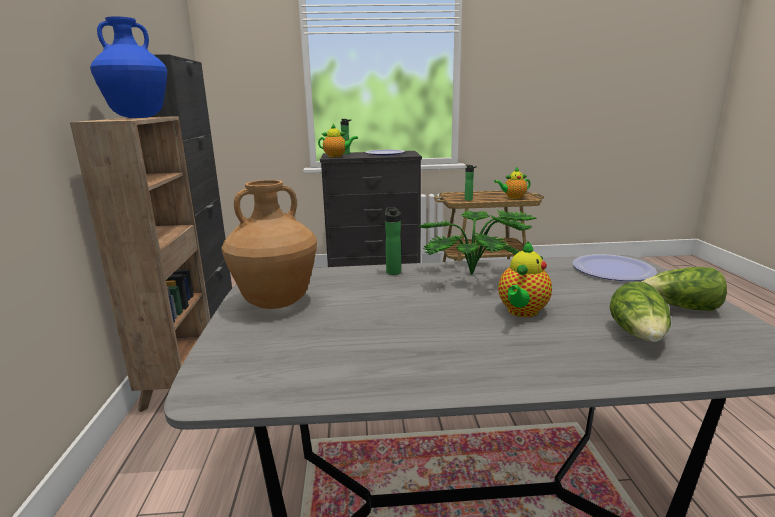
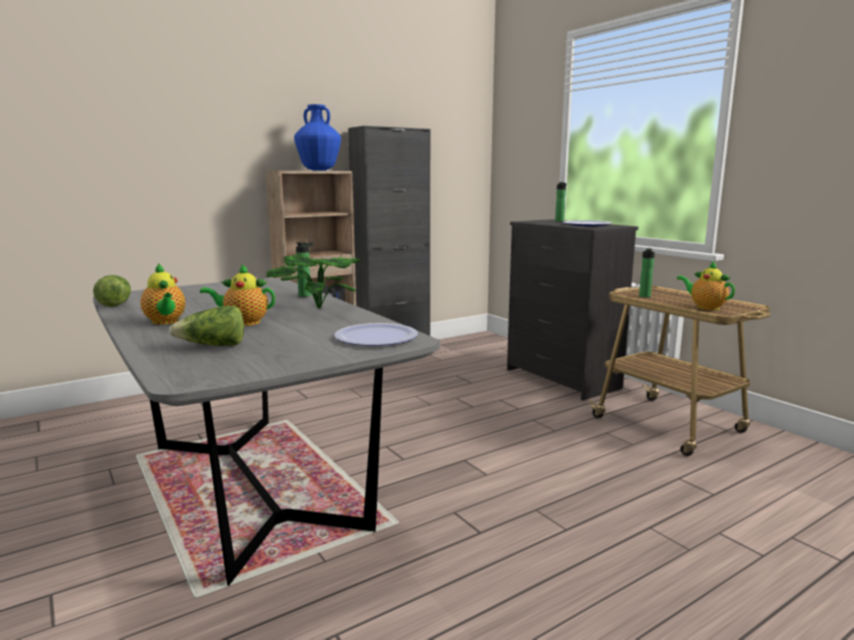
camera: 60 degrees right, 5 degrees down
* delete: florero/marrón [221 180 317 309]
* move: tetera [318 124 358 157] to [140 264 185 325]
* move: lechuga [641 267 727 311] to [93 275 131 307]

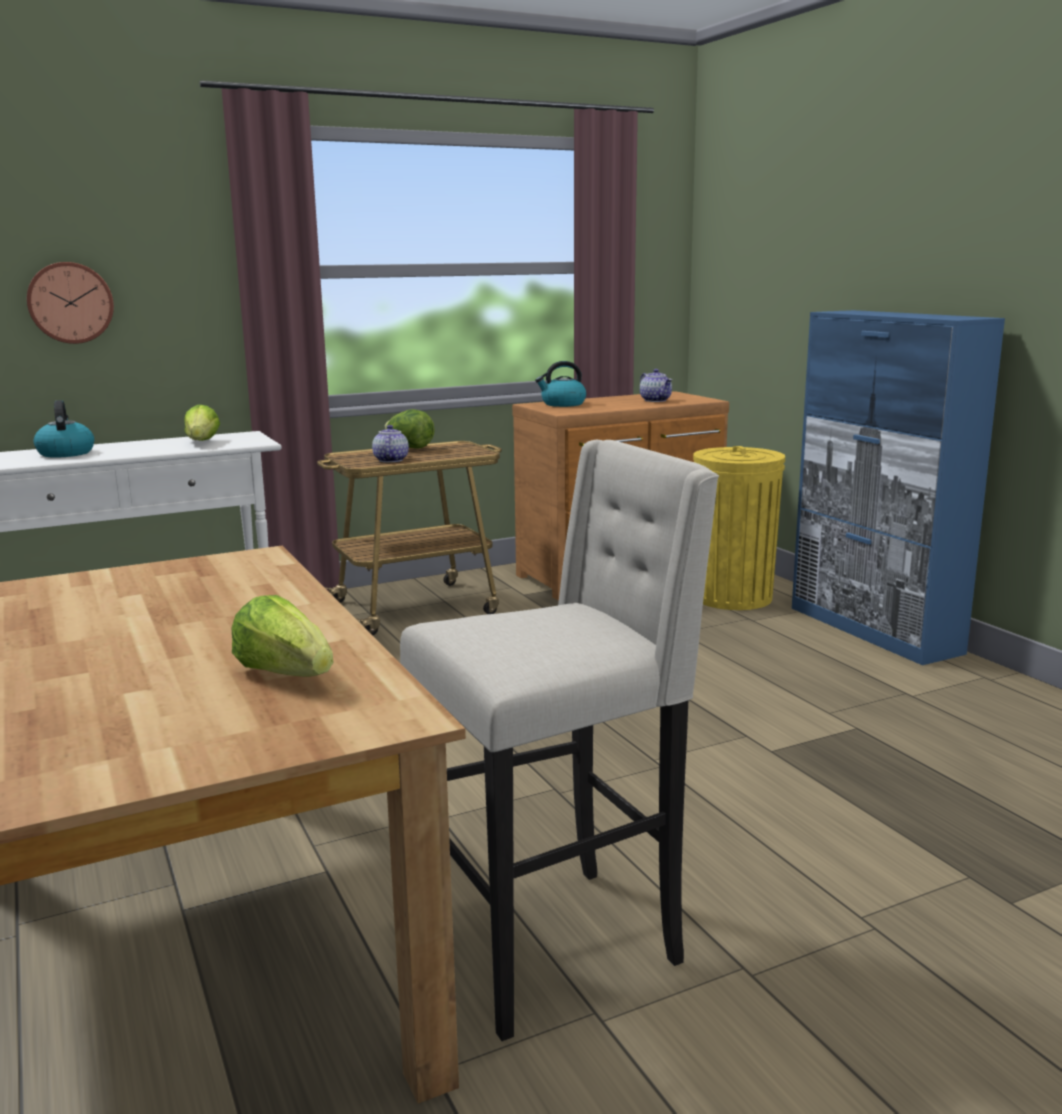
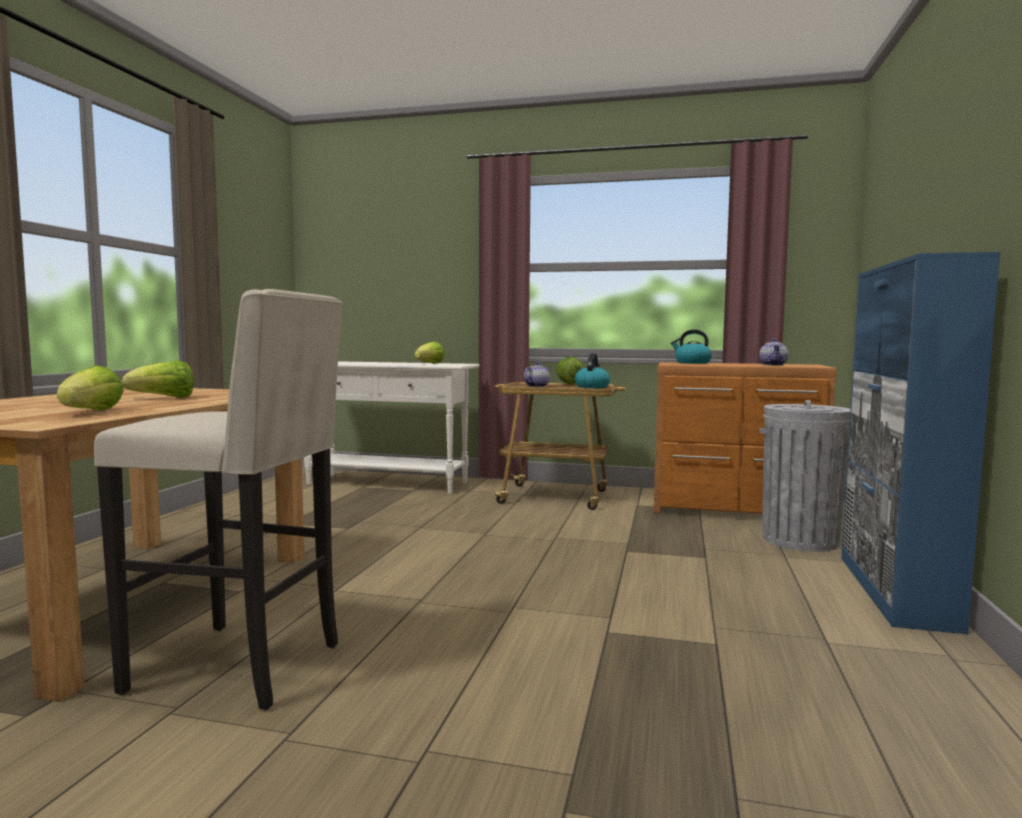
camera: 40 degrees right, 10 degrees down
* delete: reloj de pared [27 262 114 344]
* move: hervidor [33 400 94 458] to [575 353 610 388]
* recolor: papelera/amarillo [693 446 785 610] to papelera/gris [759 400 851 552]
* insert: lechuga [122 361 194 398]

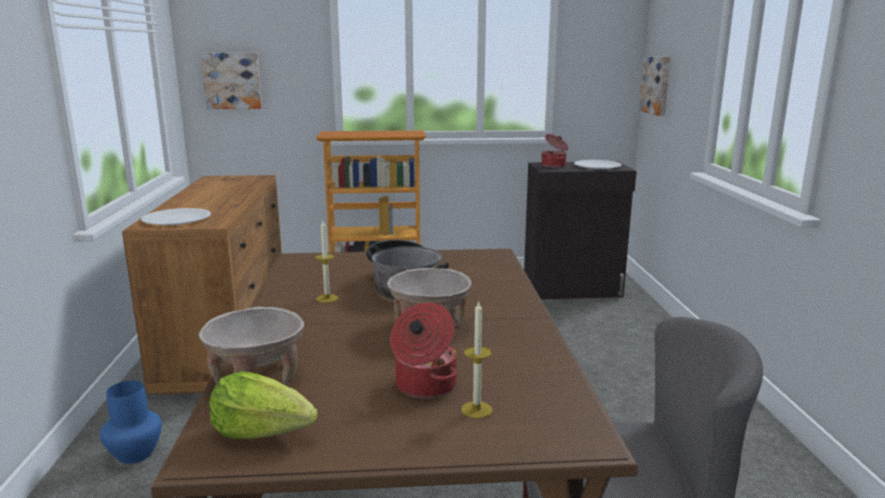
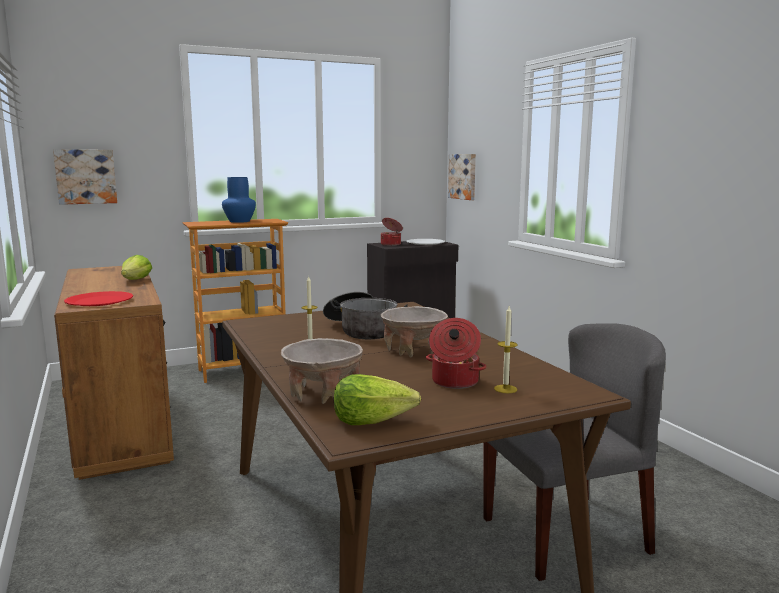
camera: 20 degrees left, 5 degrees down
* move: florero/azul [100 381 162 464] to [222 177 256 223]
* recolor: plato/blanco [141 208 211 225] to plato/rojo [64 291 133 306]
* insert: lechuga [121 255 152 280]

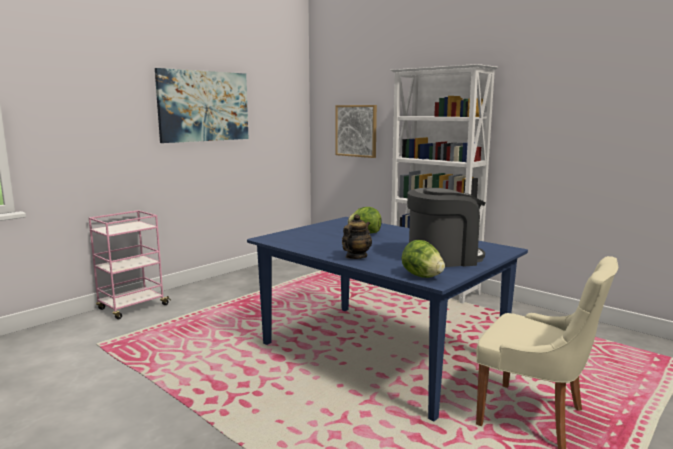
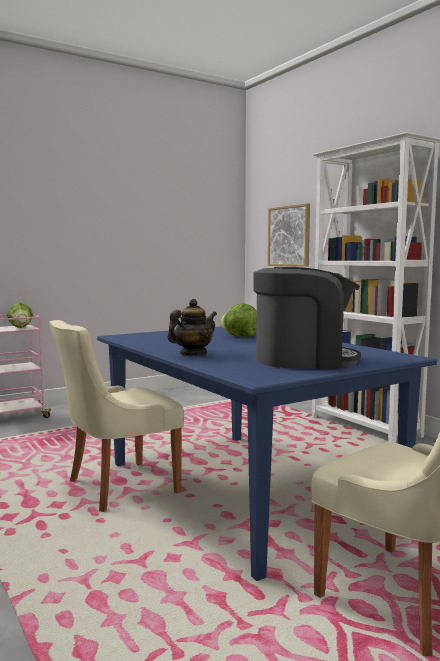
camera: 15 degrees right, 5 degrees down
* delete: cuadro [155 68 249 143]
* move: lechuga [402 240 445 278] to [7 302 33 328]
* insert: silla/beis [49 320 184 512]

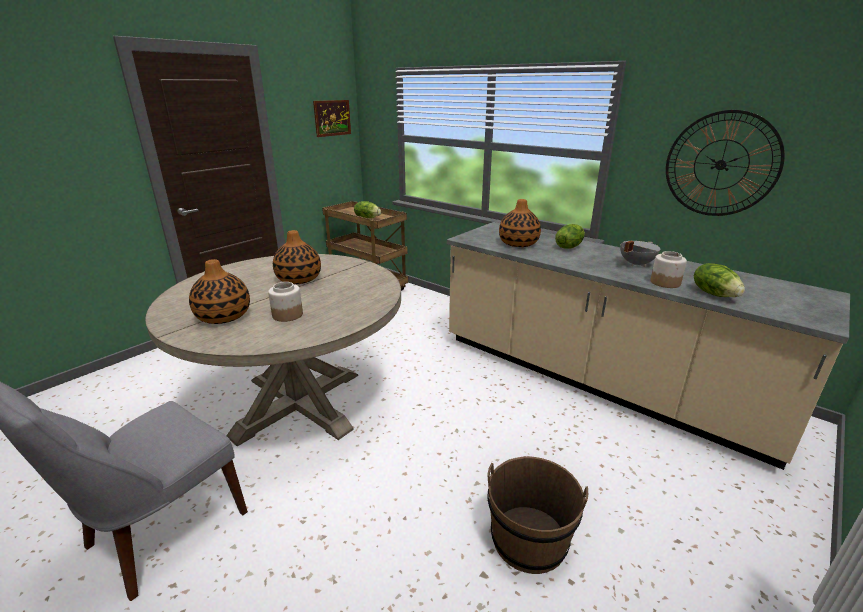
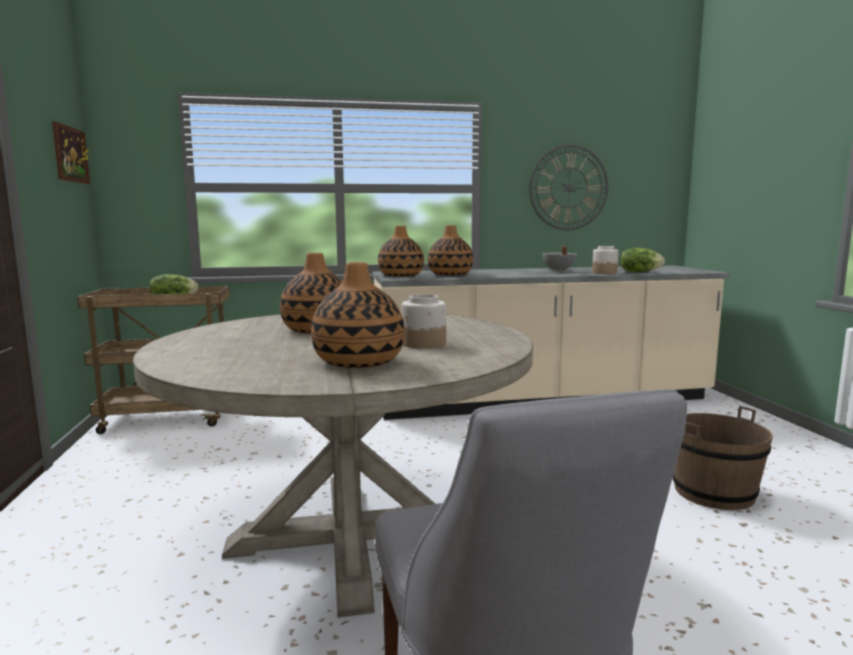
camera: 50 degrees left, 15 degrees down
* delete: lechuga [555 224 585 249]
* insert: florero [378 226 424 277]

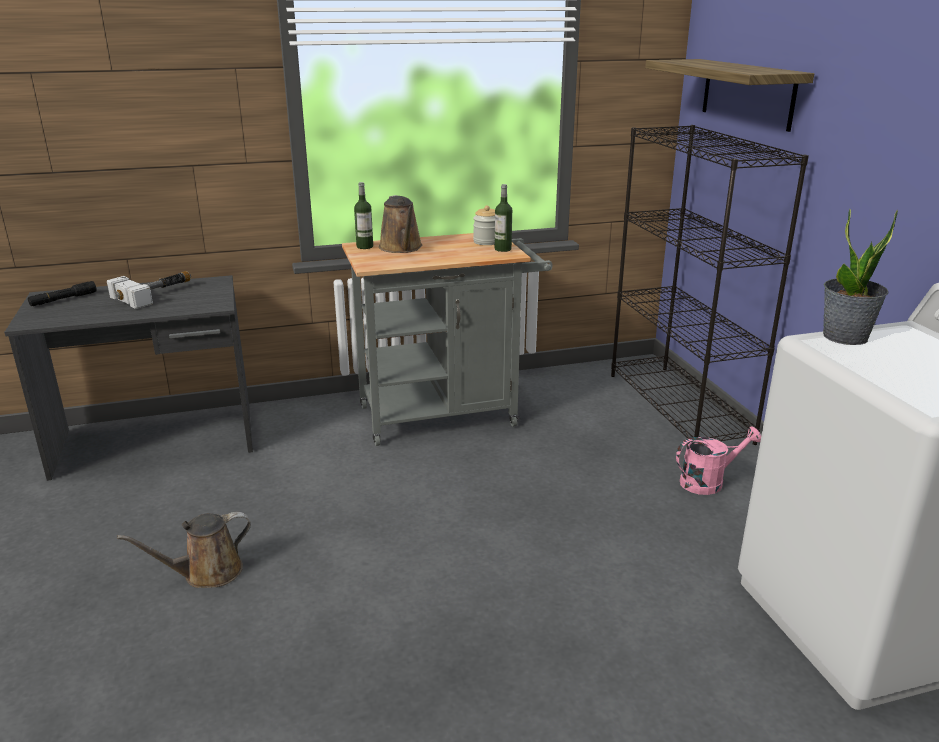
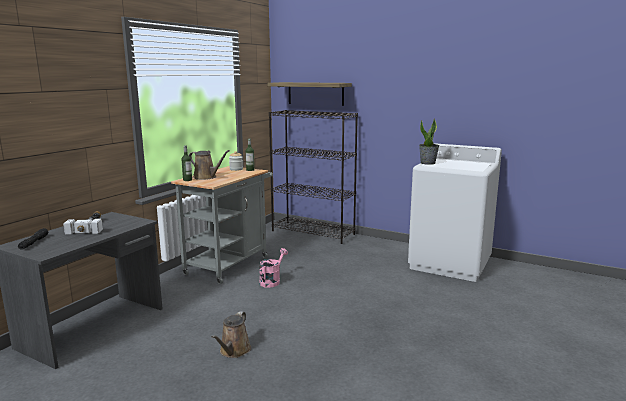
camera: 45 degrees left, 10 degrees down
* move: regadera/rosa [676 426 761 495] to [259 248 288 288]

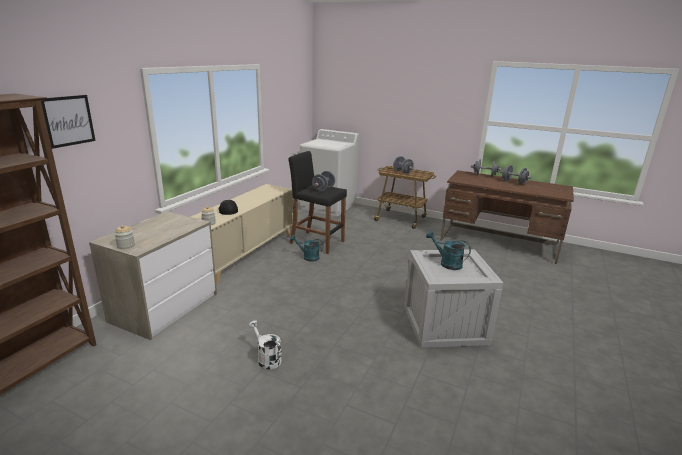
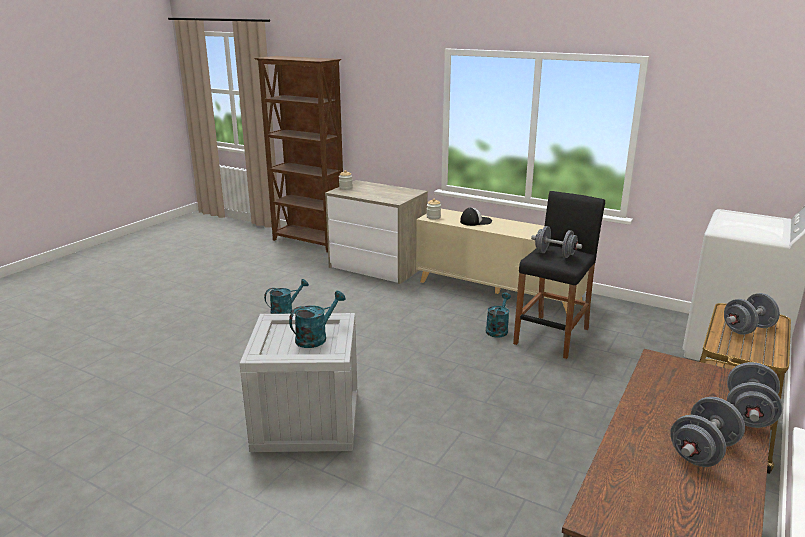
camera: 95 degrees right, 0 degrees up
* delete: cuadro [41 95 95 149]
* recolor: regadera/blanco [248 320 282 369] to regadera/turquesa [264 279 309 314]

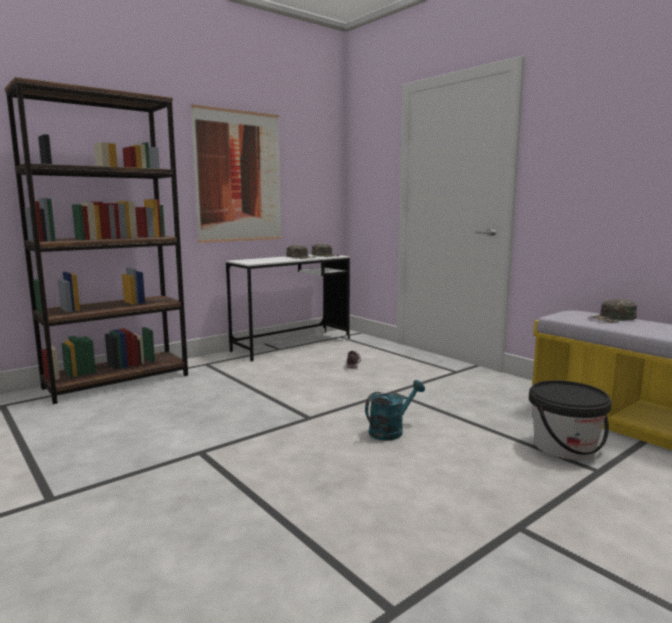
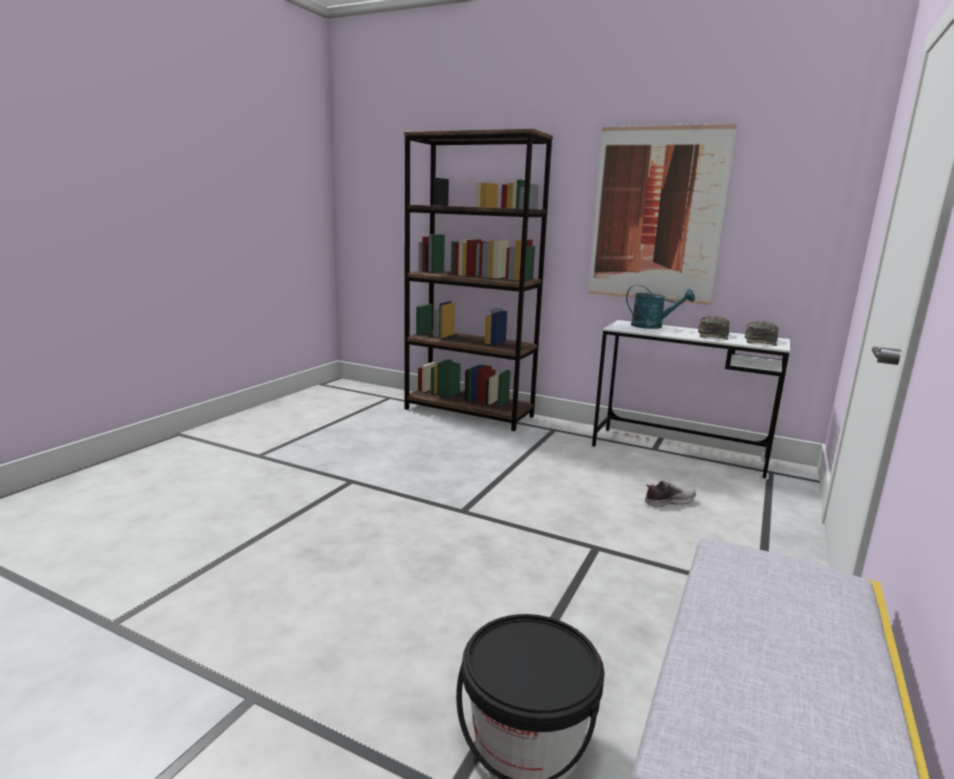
camera: 65 degrees right, 5 degrees up
* move: regadera/turquesa [365 380 425 441] to [626 285 695 329]
* delete: gorra/verde [591 299 637 322]

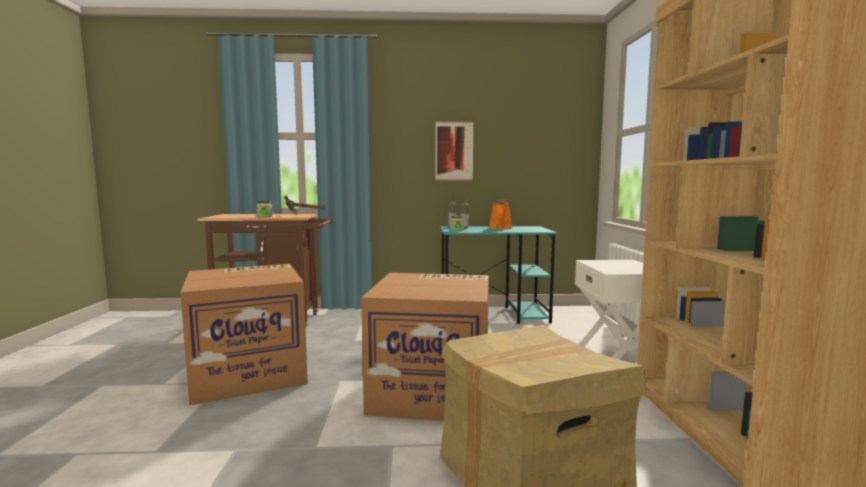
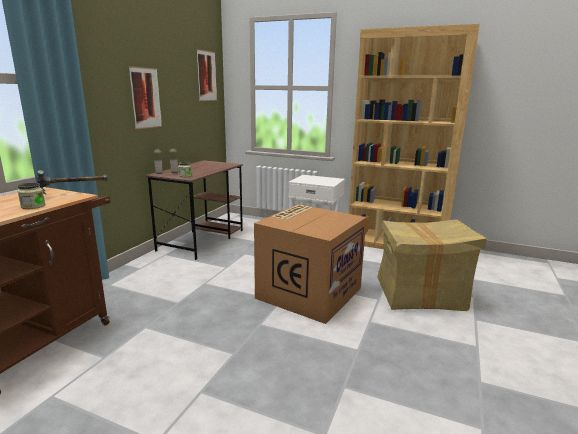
camera: 65 degrees left, 10 degrees up
* delete: caja de cartón [180 264 308 405]
* recolor: escritorio/turquesa [440 226 557 324] to escritorio/marrón [146 160 243 260]
* delete: regadera/naranja [489 198 513 229]
* insert: cuadro [196 49 217 101]

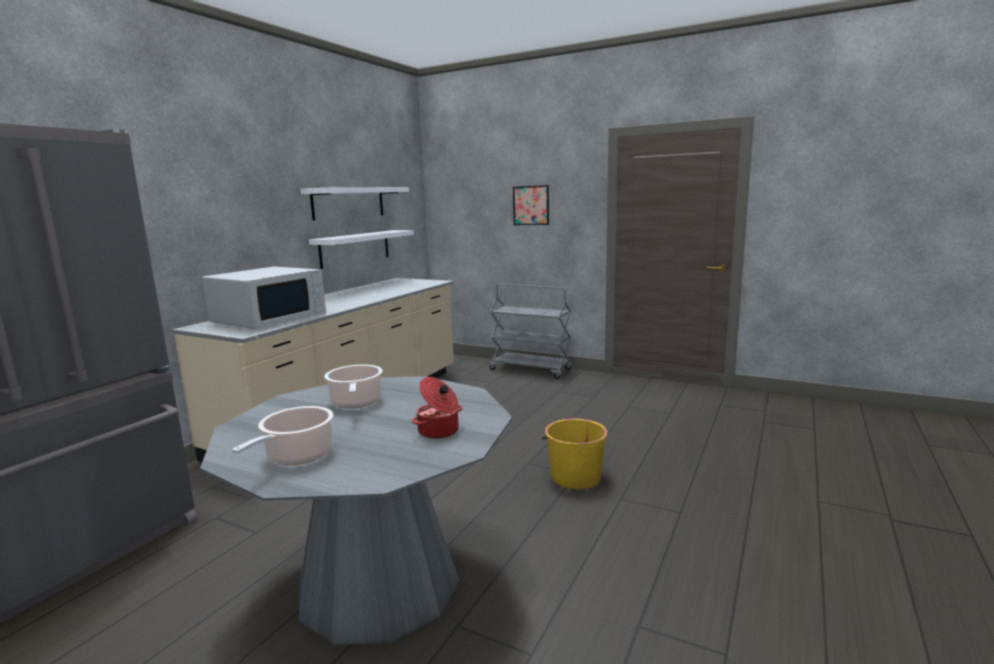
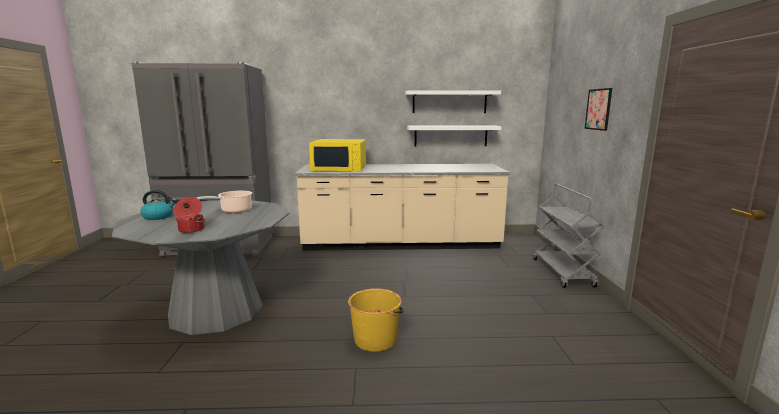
camera: 60 degrees right, 0 degrees up
* recolor: microondas/blanco [202 266 326 329] to microondas/amarillo [309 139 366 171]
* replace: olla [232 406 334 465] to hervidor [141 190 176 220]

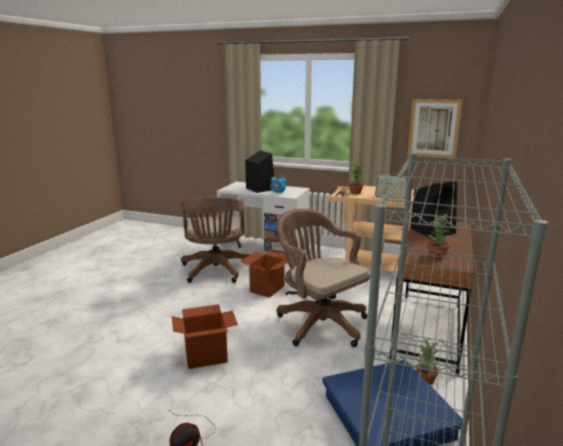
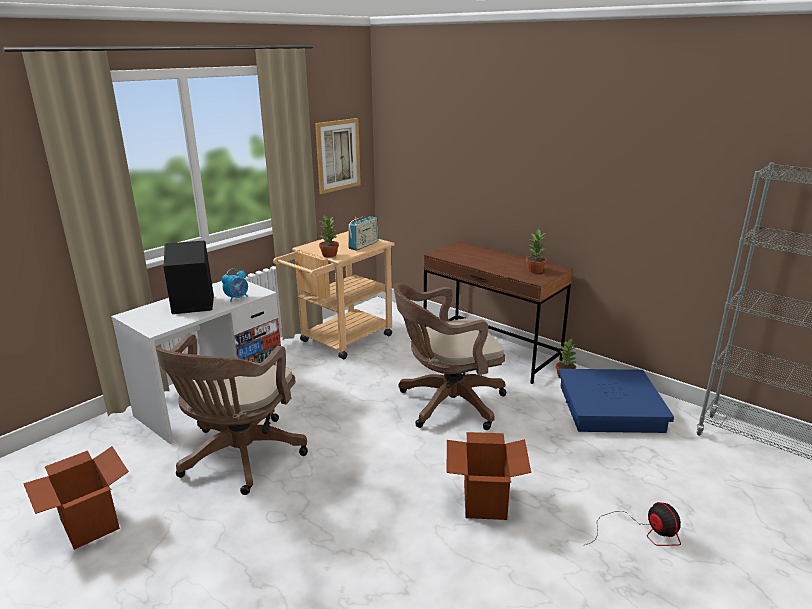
camera: 70 degrees left, 5 degrees up
* rotate: silla de oficina/marrón [181 197 250 283] = [156 334 308 495] 90 degrees clockwise
* move: caja de cartón [240 251 288 298] to [23 446 129 550]
* delete: altavoz/negro [410 181 457 238]

